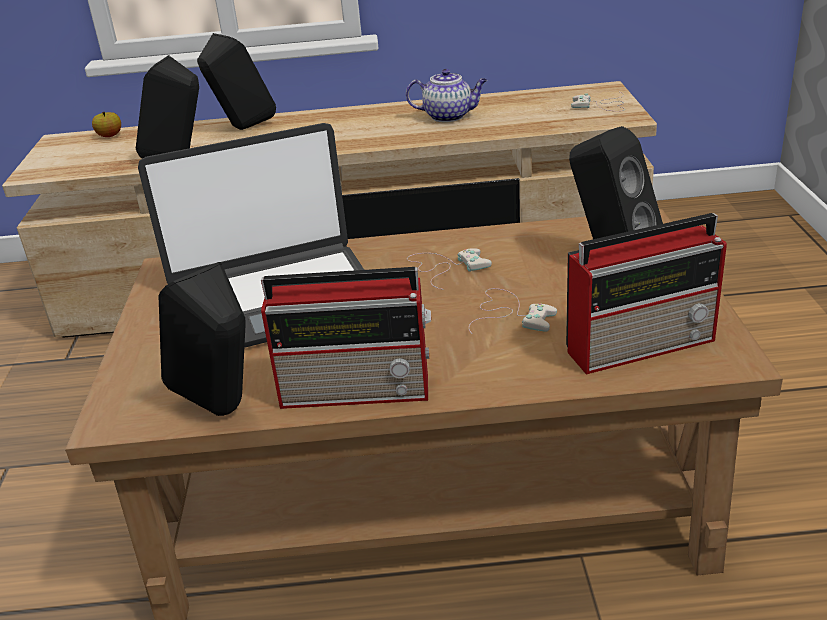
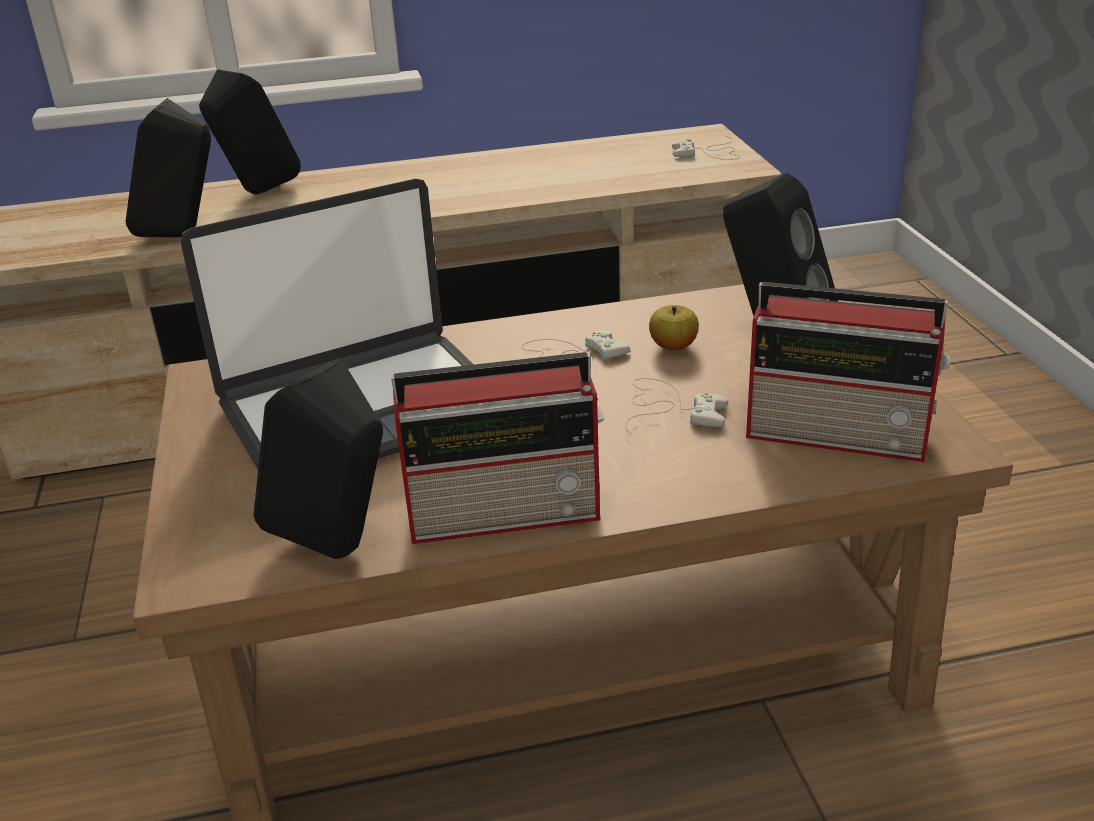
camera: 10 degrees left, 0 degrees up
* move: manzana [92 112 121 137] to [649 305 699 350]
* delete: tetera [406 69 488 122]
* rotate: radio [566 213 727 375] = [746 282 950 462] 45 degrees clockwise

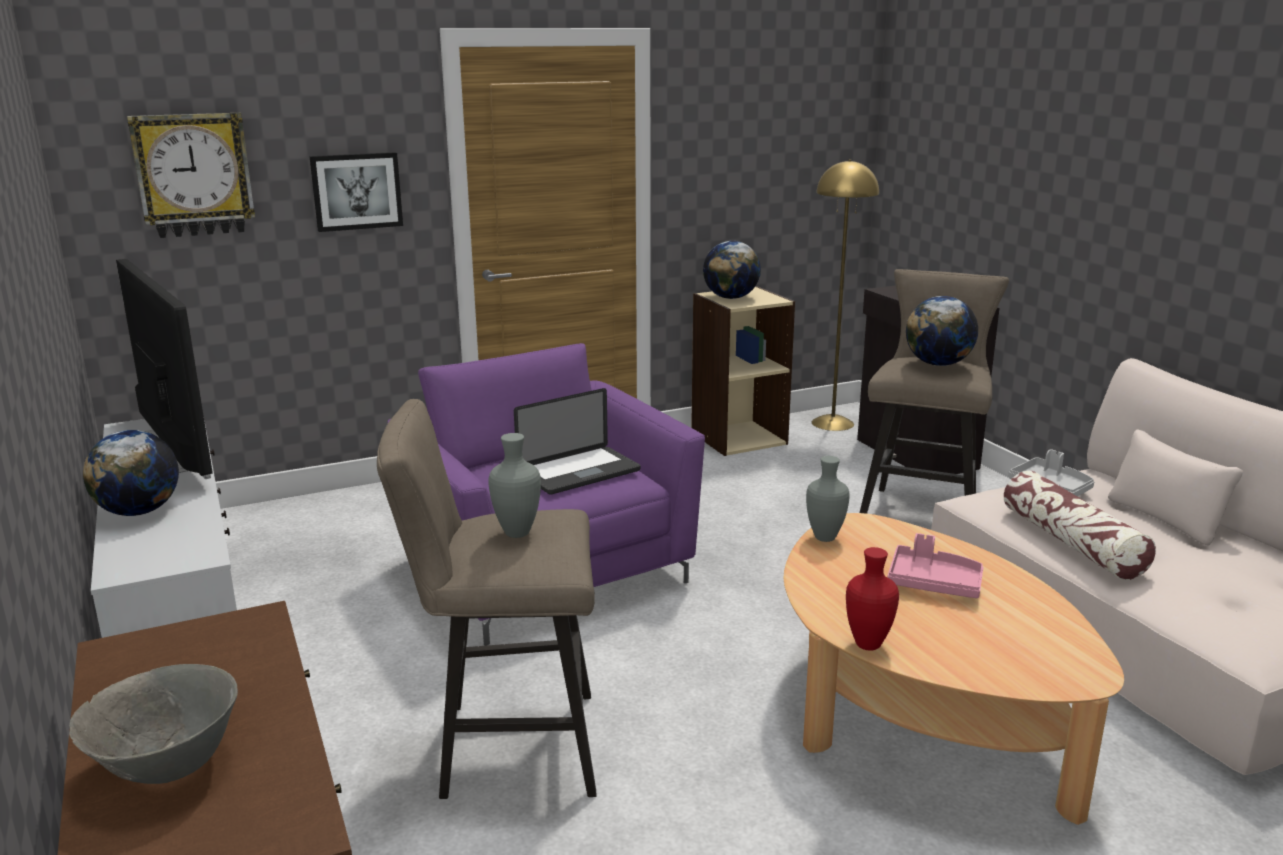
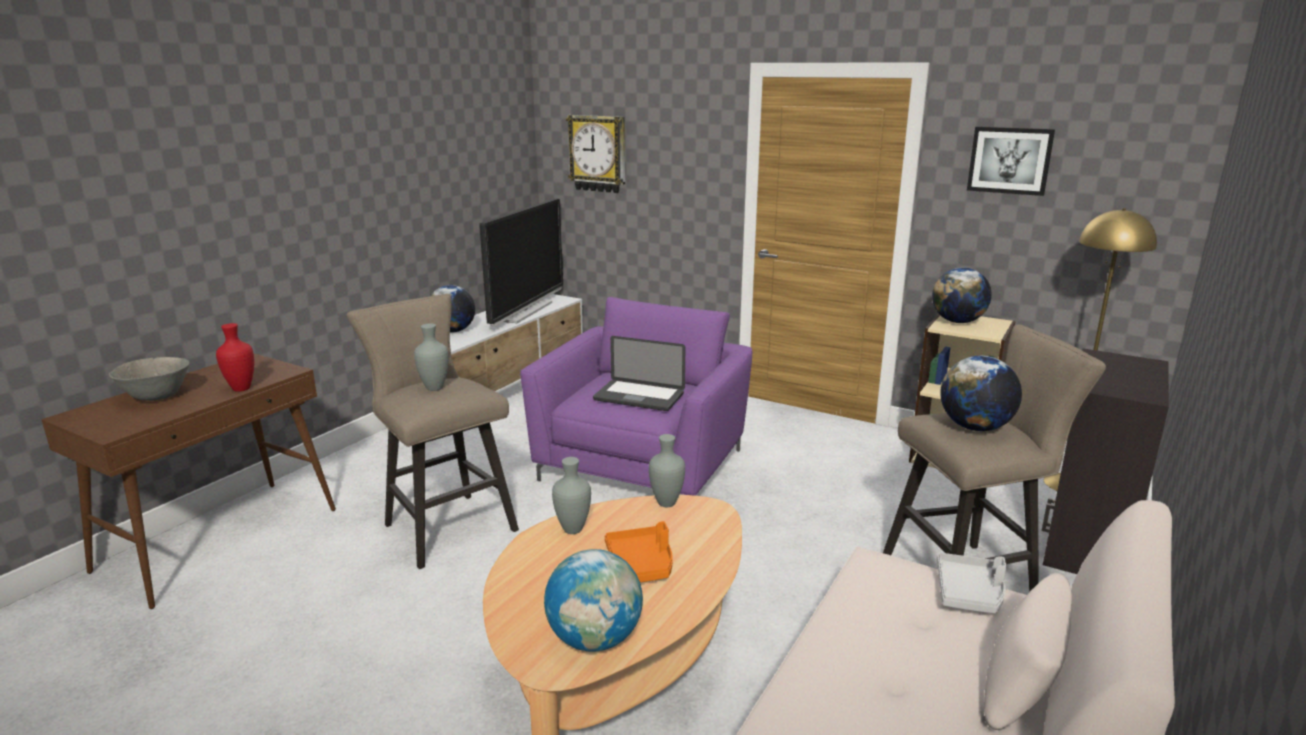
camera: 55 degrees right, 0 degrees up
* move: cuadro [309 152 403 232] to [967 127 1055 196]
* move: florero/rojo [846 547 899 651] to [216 323 254 392]
* recolor: bandeja/rosa [887 533 984 598] to bandeja/naranja [605 521 673 582]
* delete: cojín [1004 471 1156 580]
* insert: globo terráqueo [544 549 643 652]
* insert: florero/gris [552 457 591 534]

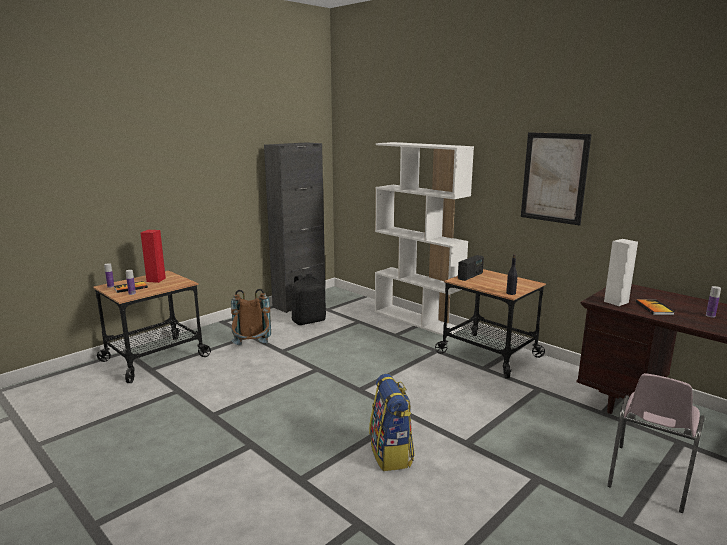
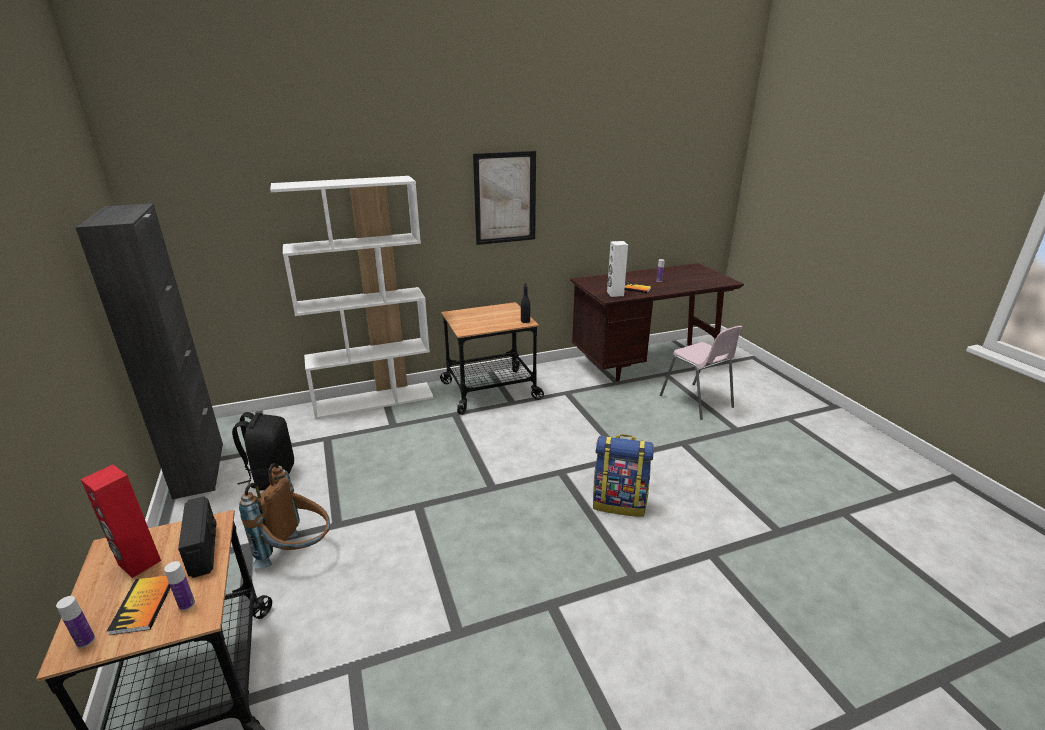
camera: 65 degrees left, 10 degrees up
* move: radio [458 255 484 281] to [178 496 217 578]

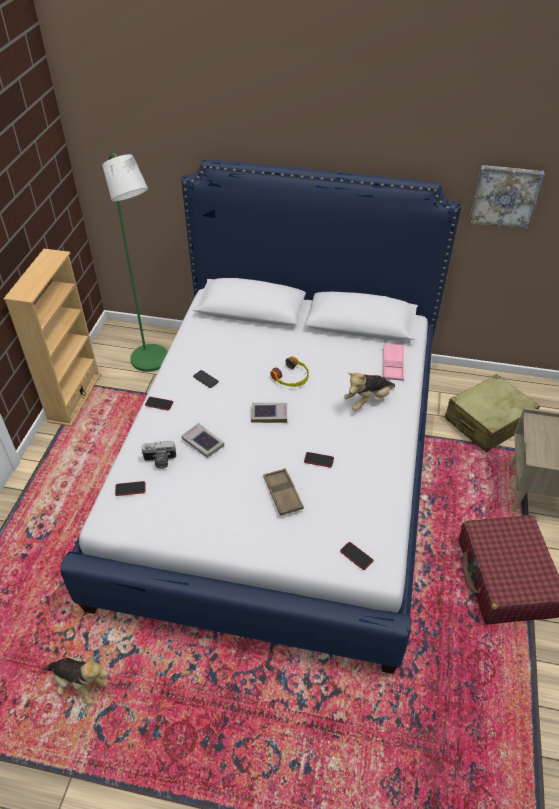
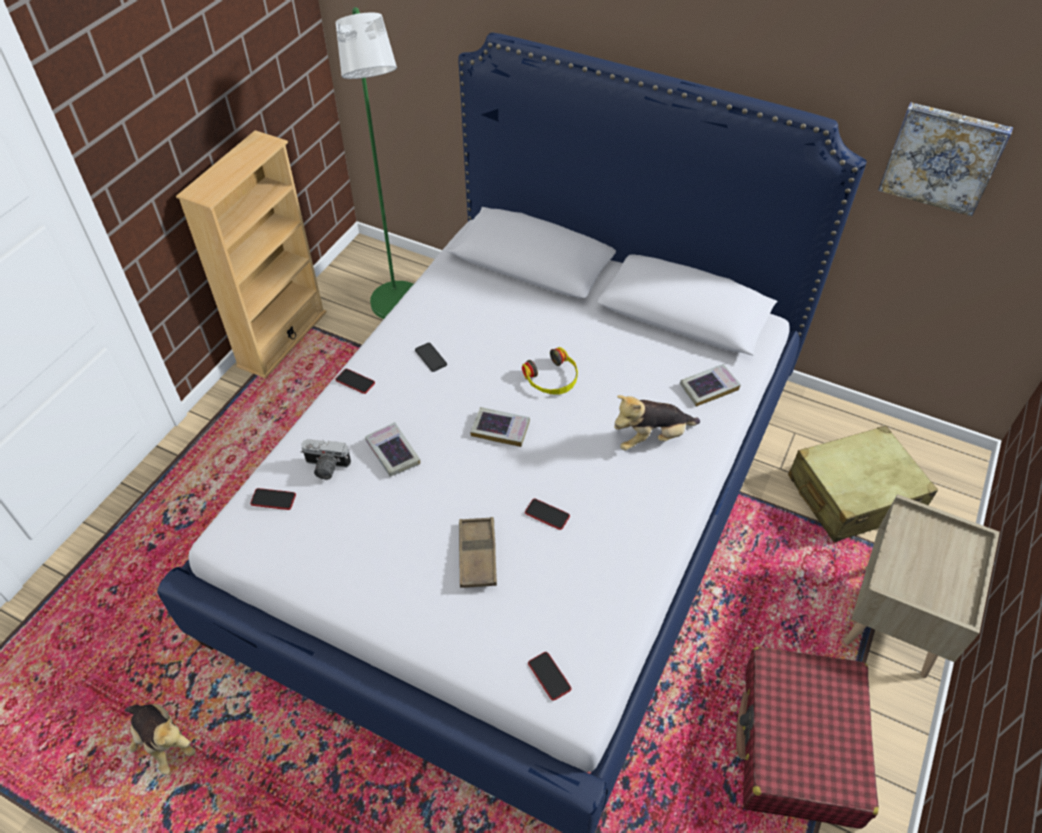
camera: 15 degrees right, 5 degrees up
* replace: bandeja/rosa [383 343 404 381] to libro [680 364 741 407]

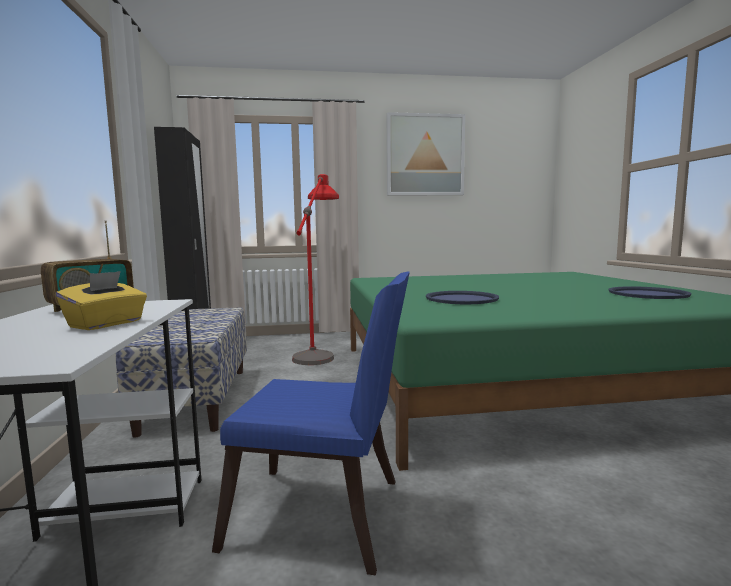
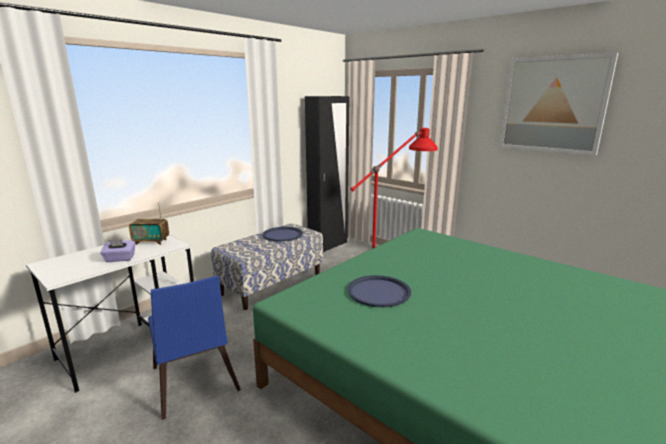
camera: 50 degrees right, 10 degrees up
* recolor: caja de pañuelos/amarillo [56 271 147 330] to caja de pañuelos/morado [100 239 135 262]
* move: bandeja/azul [608 286 691 299] to [263 227 303 242]

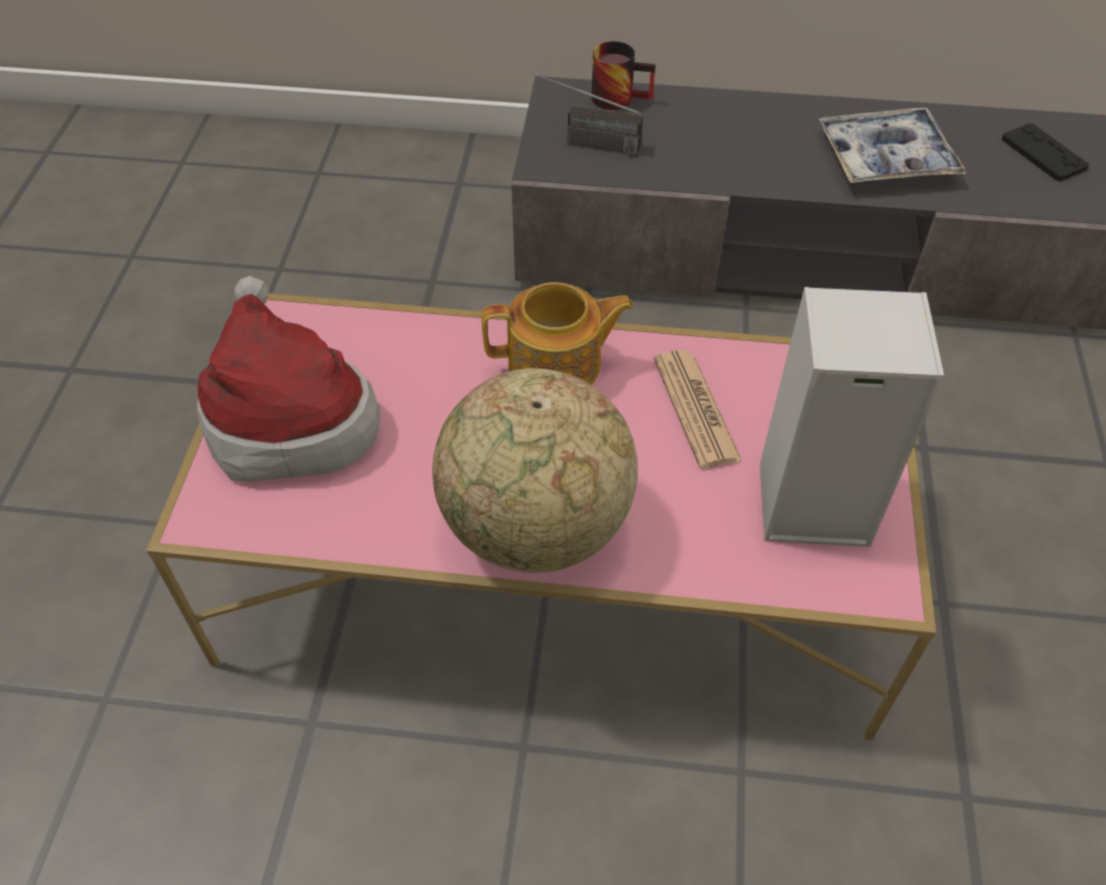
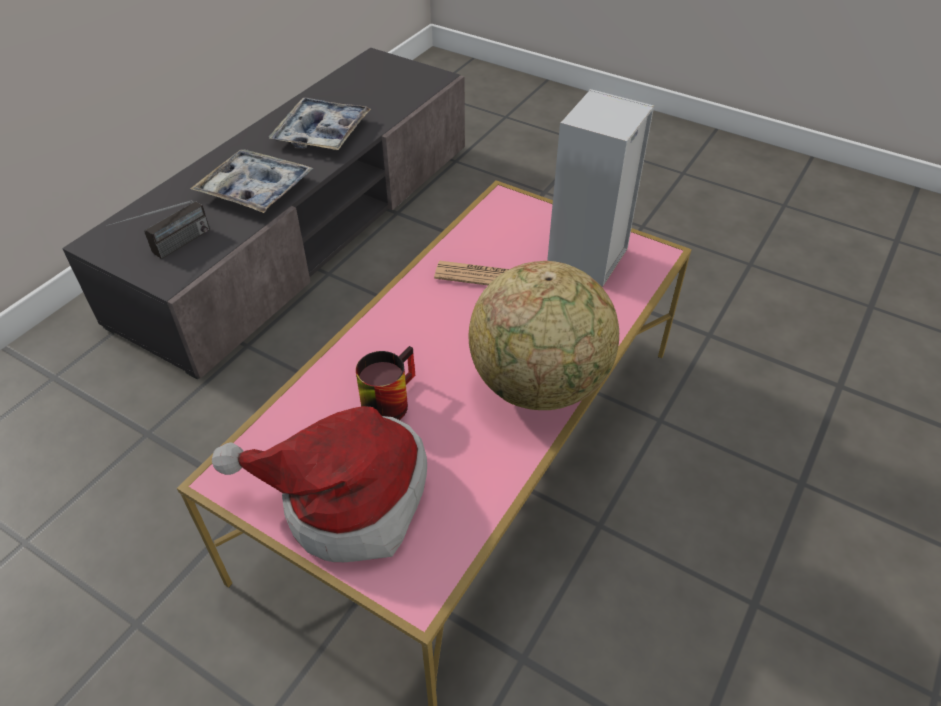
camera: 65 degrees left, 5 degrees down
* delete: tetera [482 282 634 385]
* move: taza grande [592 41 656 110] to [356 346 415 420]
* delete: mando de consola/negro [1002 123 1089 182]
* insert: bandeja [190 149 313 213]

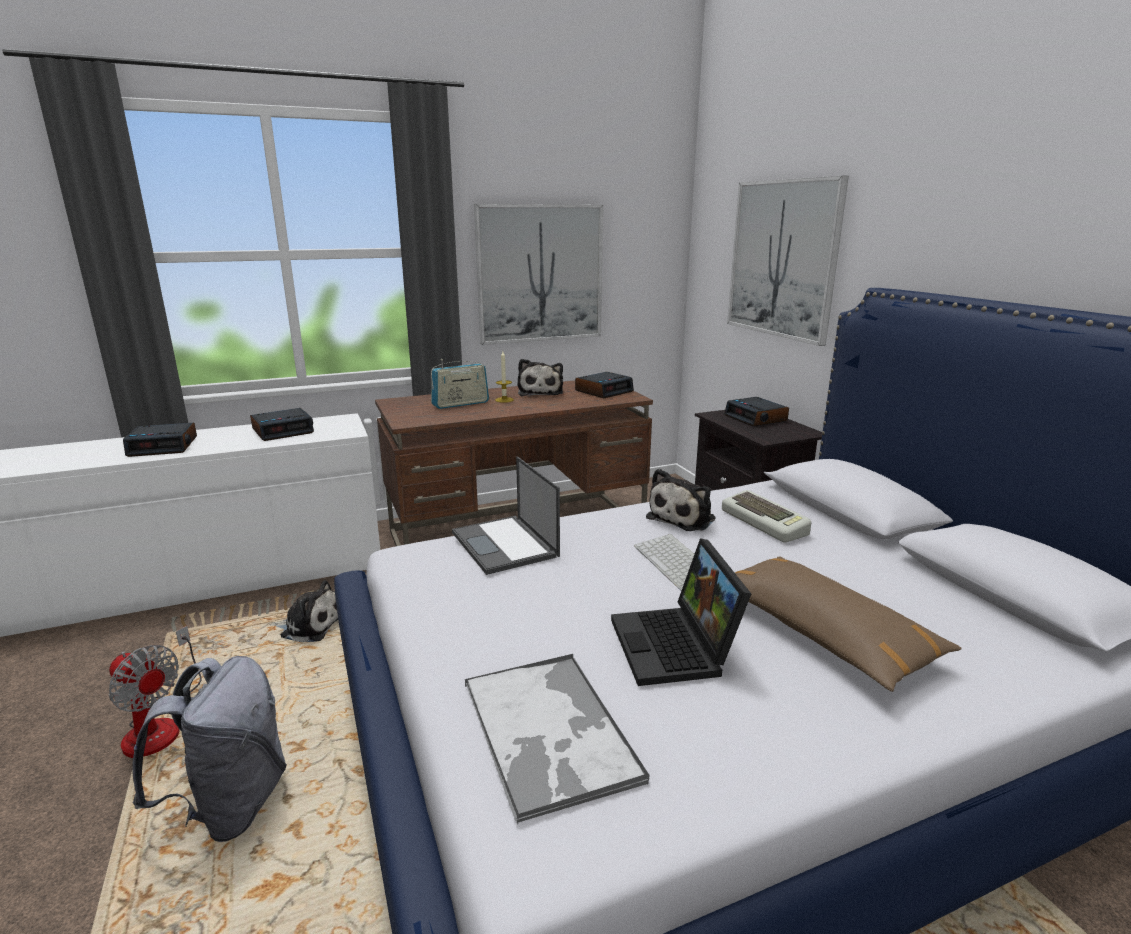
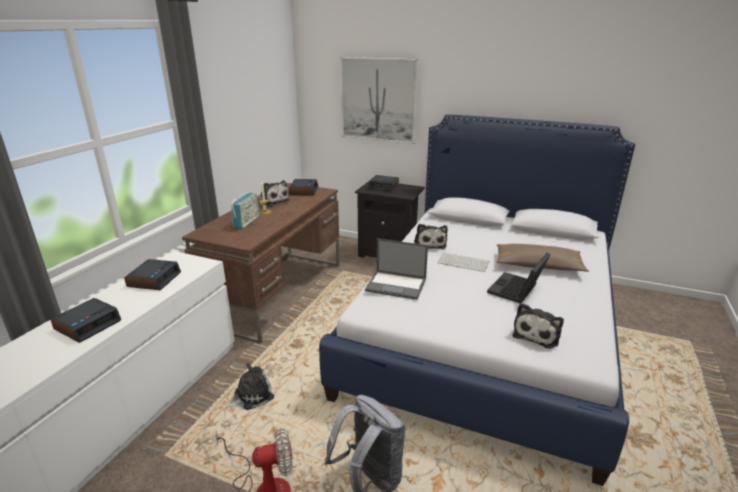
camera: 45 degrees left, 5 degrees up
* replace: bandeja [465 654 650 824] to peluche [513 303 564 349]
* delete: cuadro [474 204 603 345]
* rotate: portátil [611 538 751 686] = [487 252 551 304] 90 degrees clockwise
* delete: teclado [722 490 811 543]

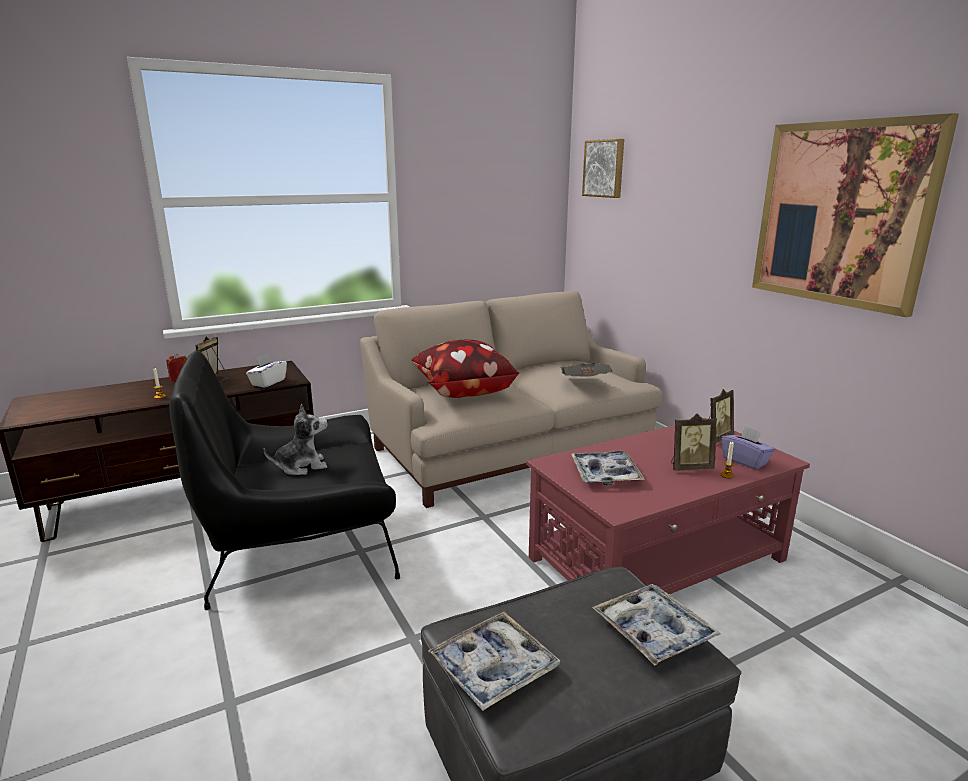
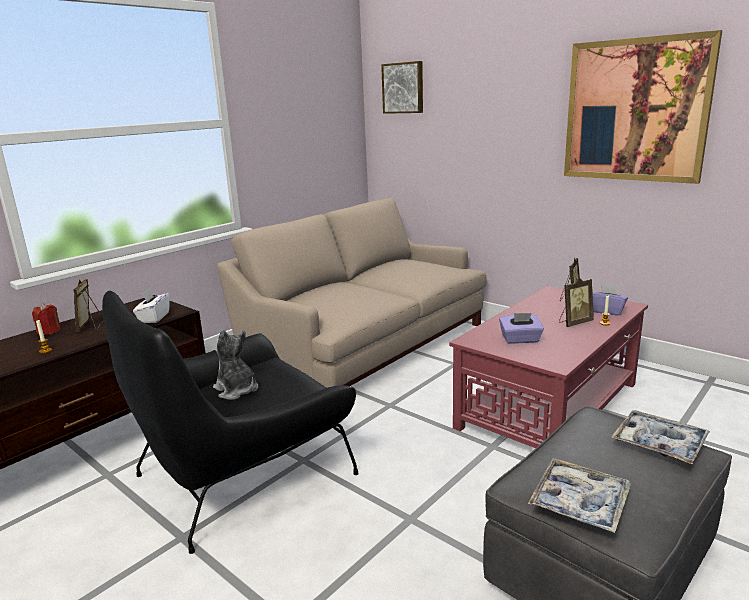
camera: 20 degrees left, 0 degrees up
* rotate: peluche [264 404 328 475] = [213 330 258 400] 90 degrees counterclockwise
* delete: cojín [411 340 519 398]
* delete: periódico [561 363 613 377]
* replace: bandeja [571 451 645 485] to caja de pañuelos/morado [499 313 544 344]

